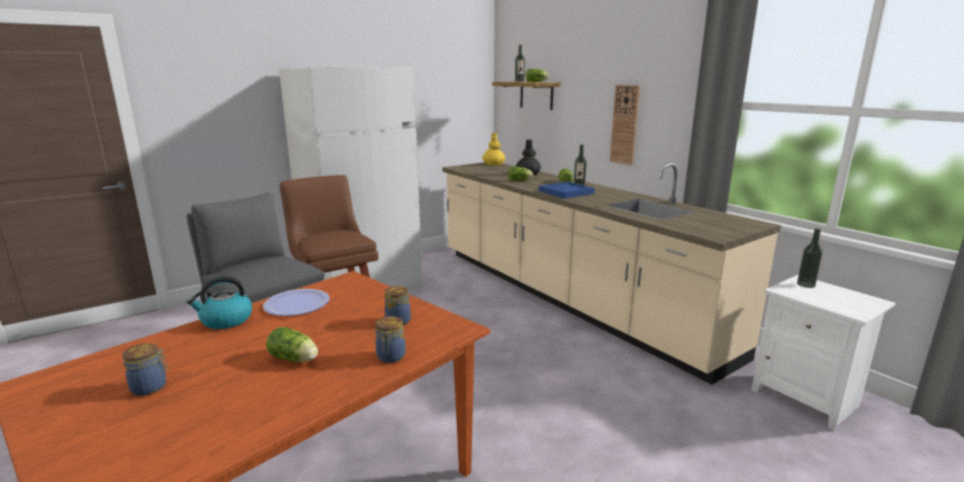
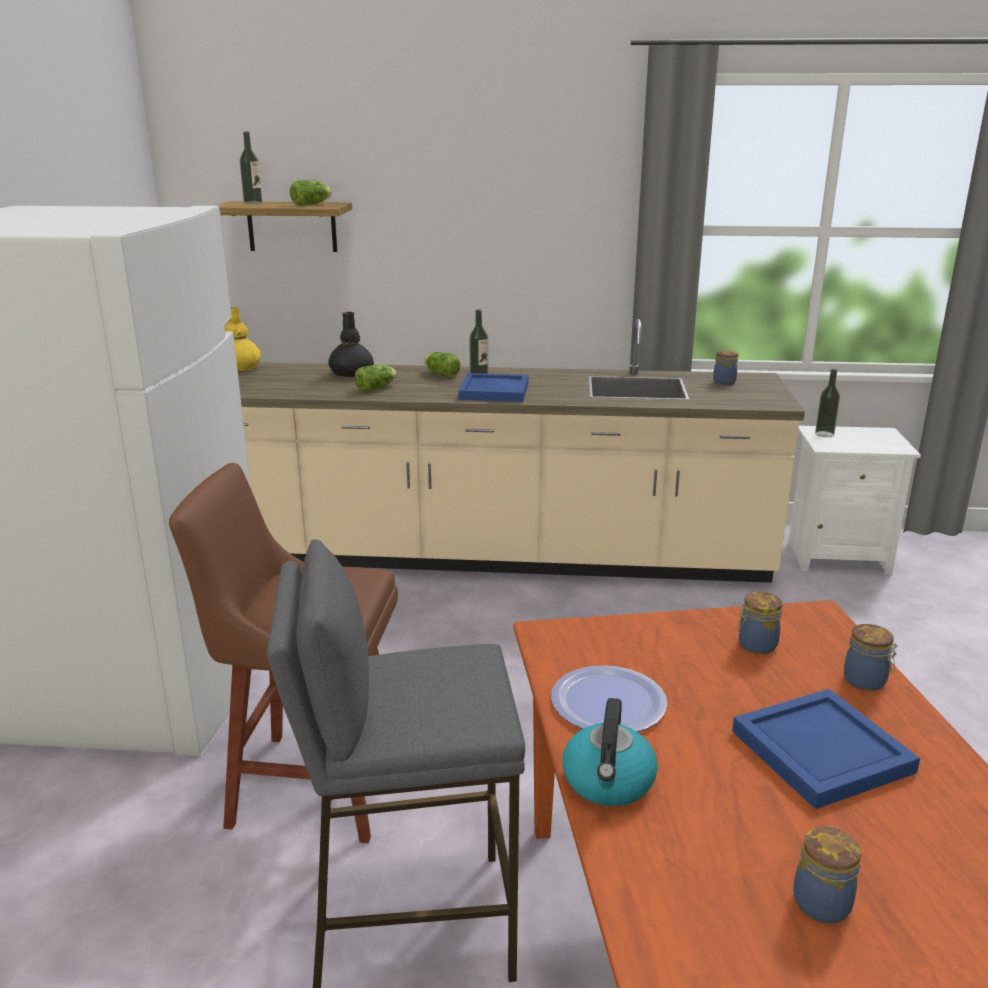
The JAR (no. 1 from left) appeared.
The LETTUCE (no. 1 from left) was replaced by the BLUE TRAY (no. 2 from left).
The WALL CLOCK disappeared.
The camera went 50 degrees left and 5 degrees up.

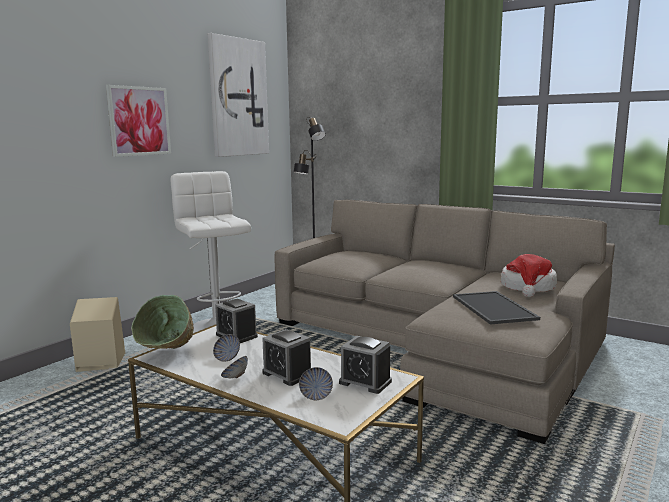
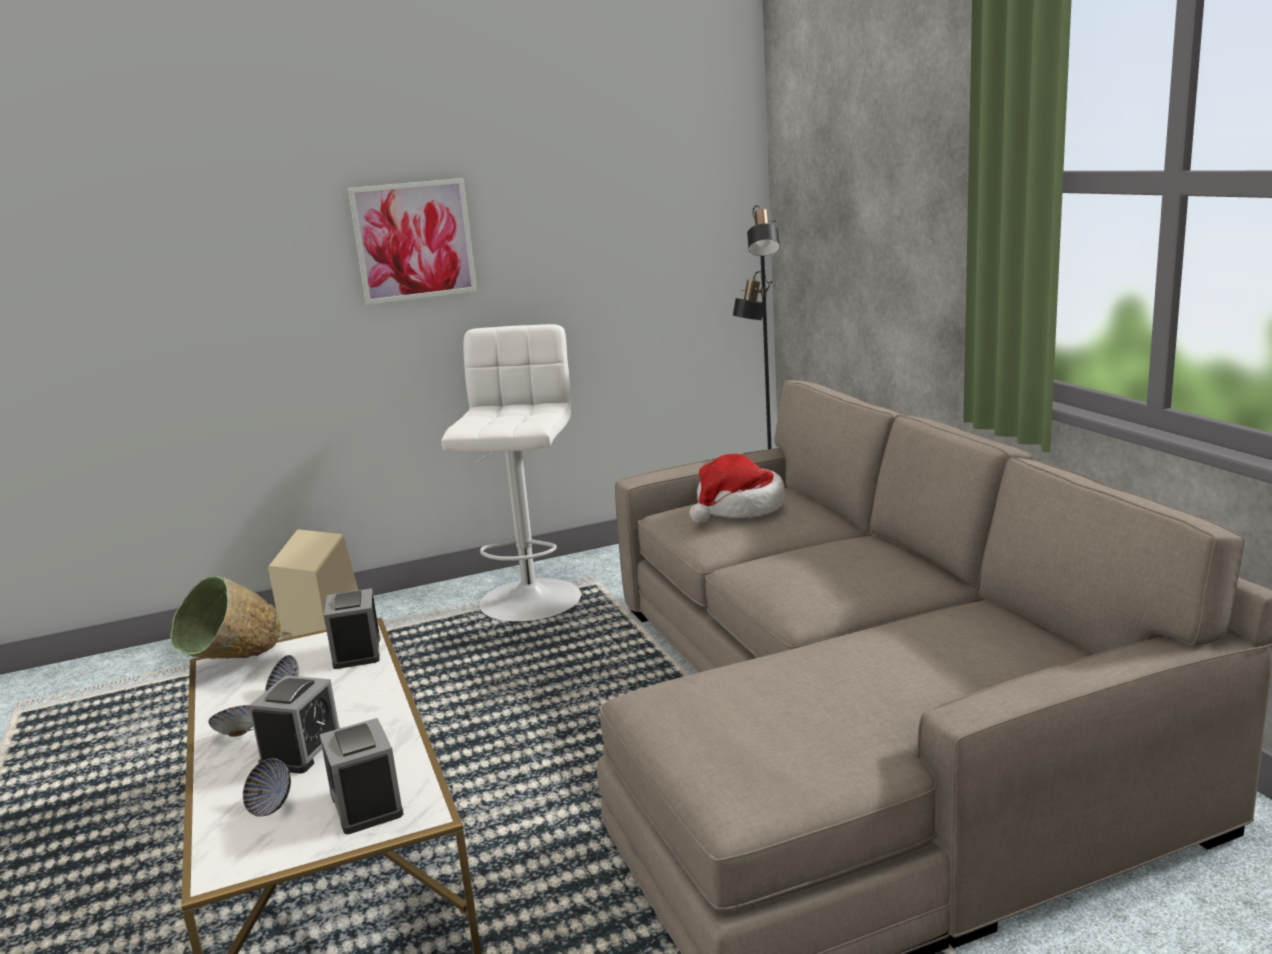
The ALARM CLOCK (no. 2 from left in the first image) turned 150 degrees counterclockwise.
The HAT moved.
The PICTURE (no. 2 from left) disappeared.
The TRAY disappeared.
The camera went 35 degrees right and 5 degrees up.

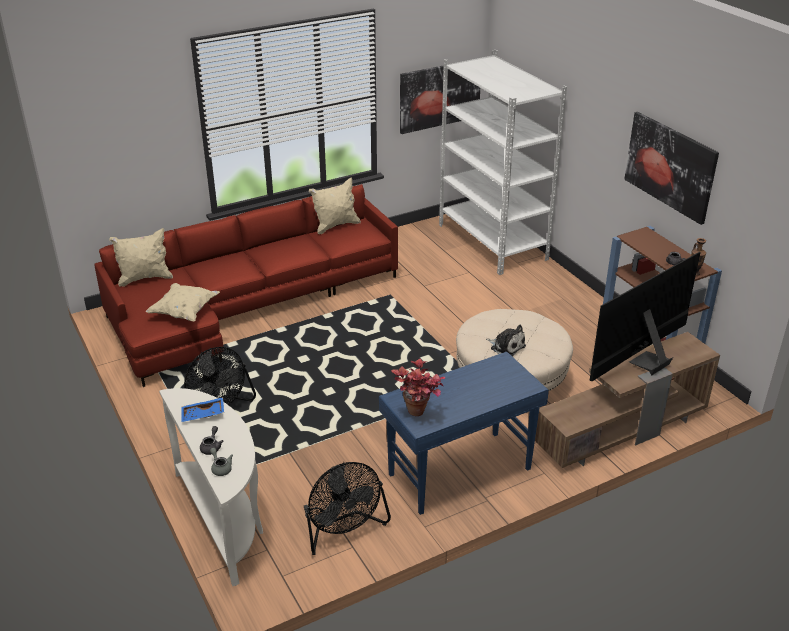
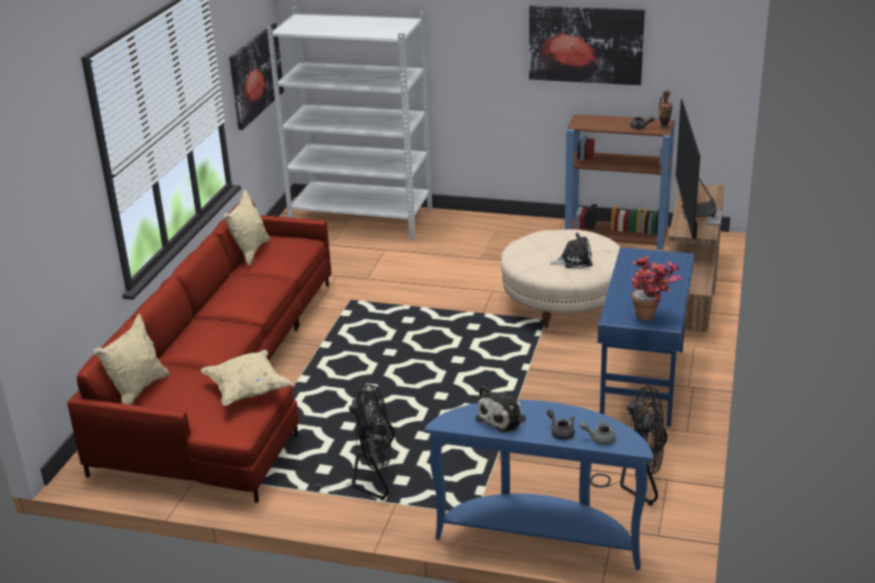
The WHITE CONSOLE TABLE became the BLUE CONSOLE TABLE (no. 1 from left).
The BLUE TRAY was replaced by the PLUSH TOY (no. 1 from left).
The camera went 45 degrees left and 5 degrees down.

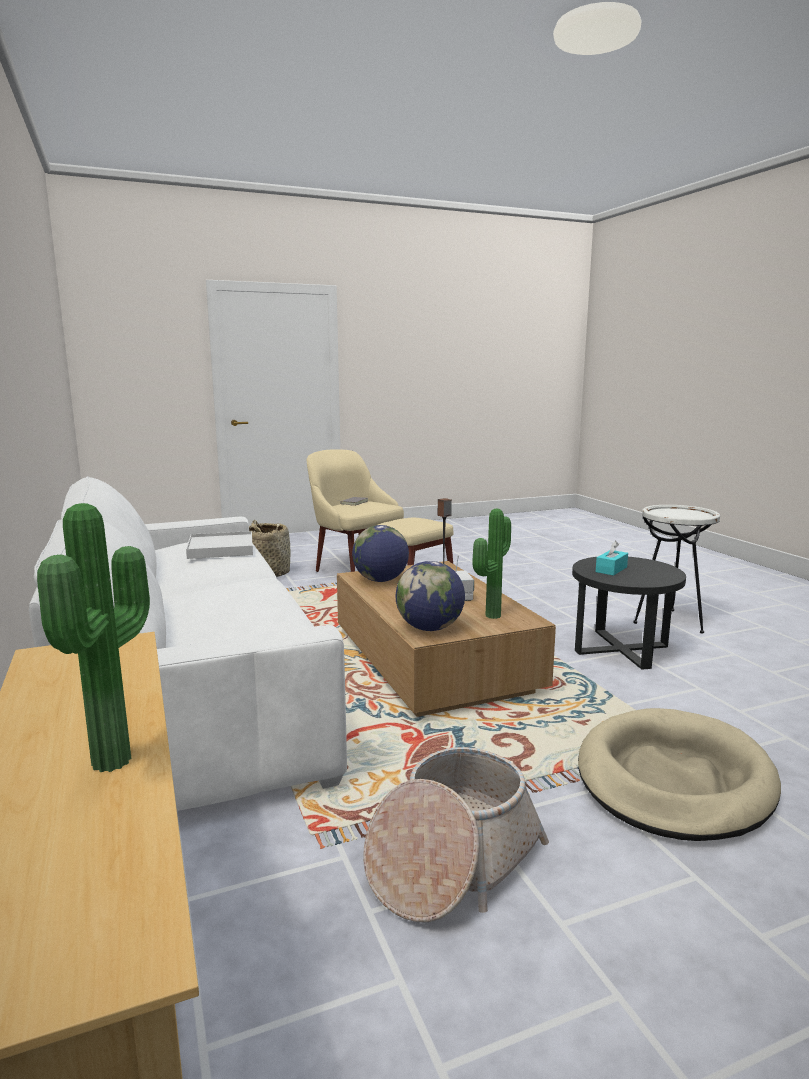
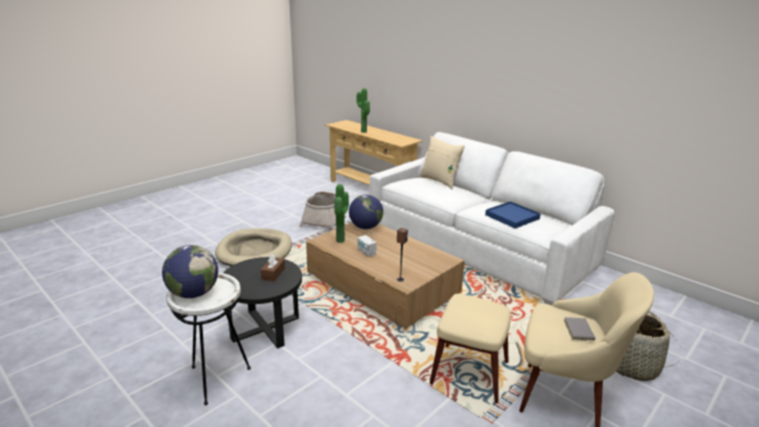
The GLOBE (no. 1 from left) moved.
The TURQUOISE TISSUE BOX became the BROWN TISSUE BOX.
The BEIGE PILLOW appeared.
The WHITE TRAY became the BLUE TRAY.
The camera went 155 degrees right and 10 degrees up.

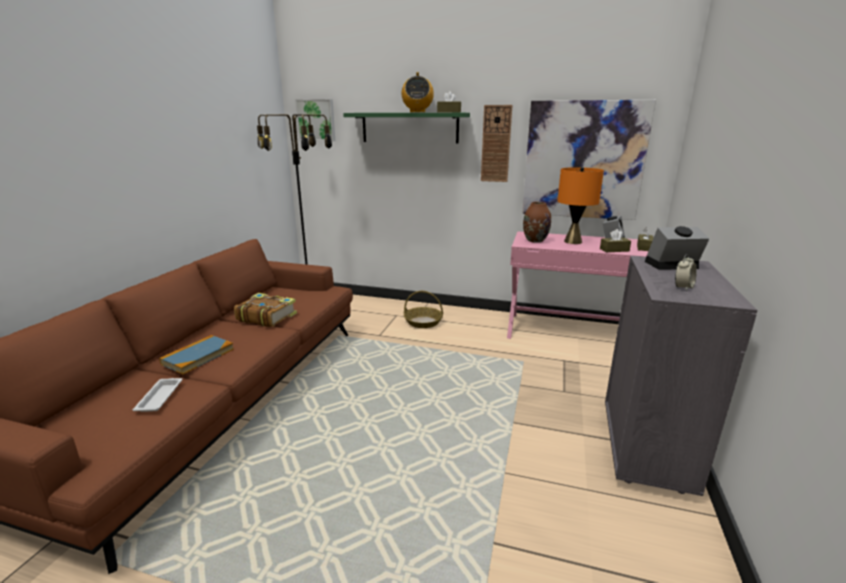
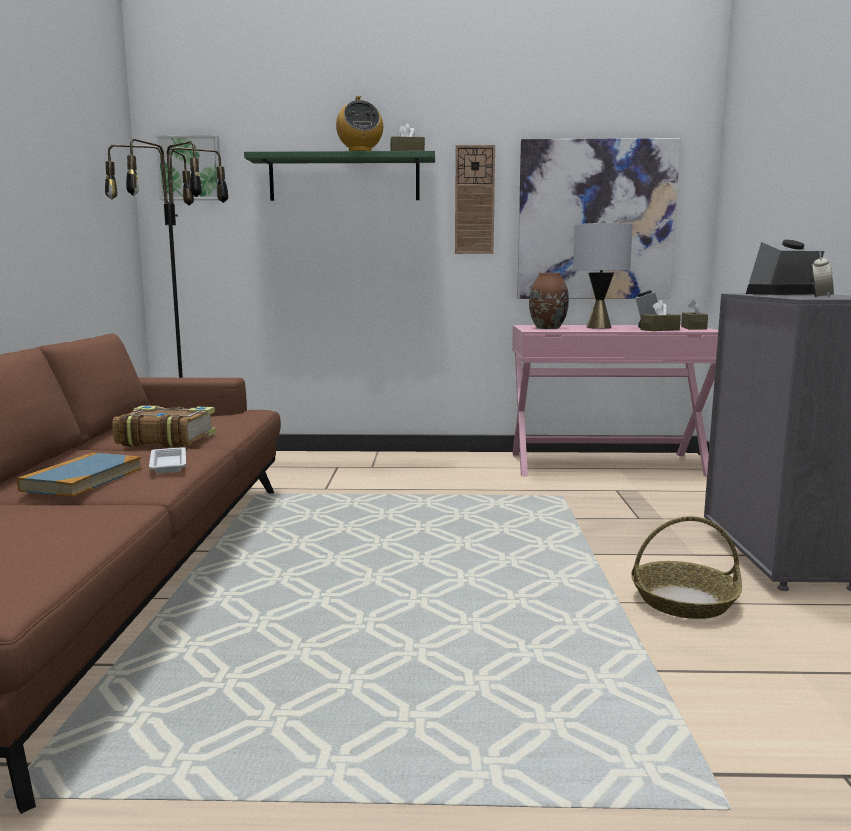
The WHITE TRAY moved.
The ORANGE TABLE LAMP became the GREY TABLE LAMP.
The BASKET moved.
The camera went 15 degrees left and 10 degrees down.

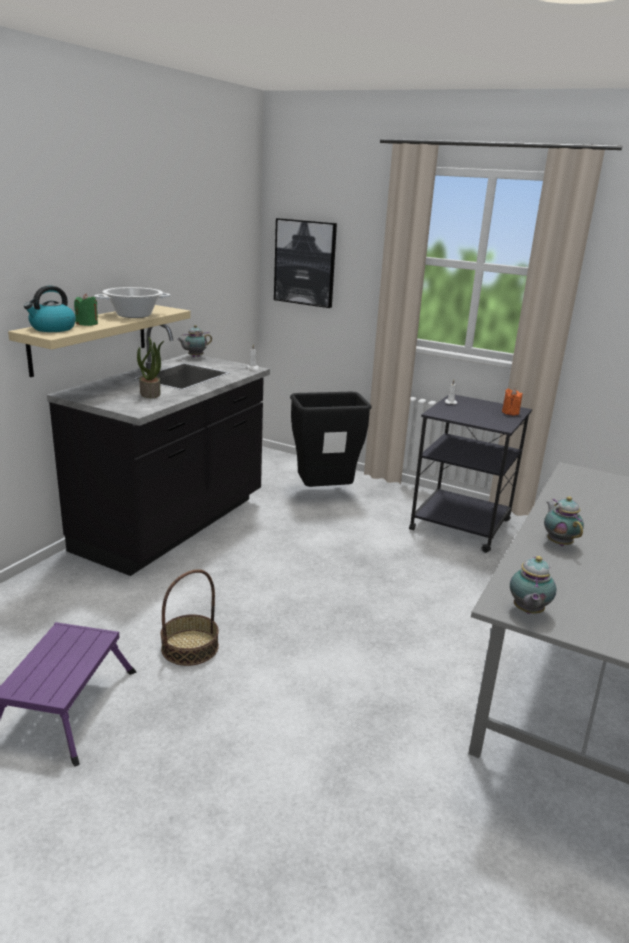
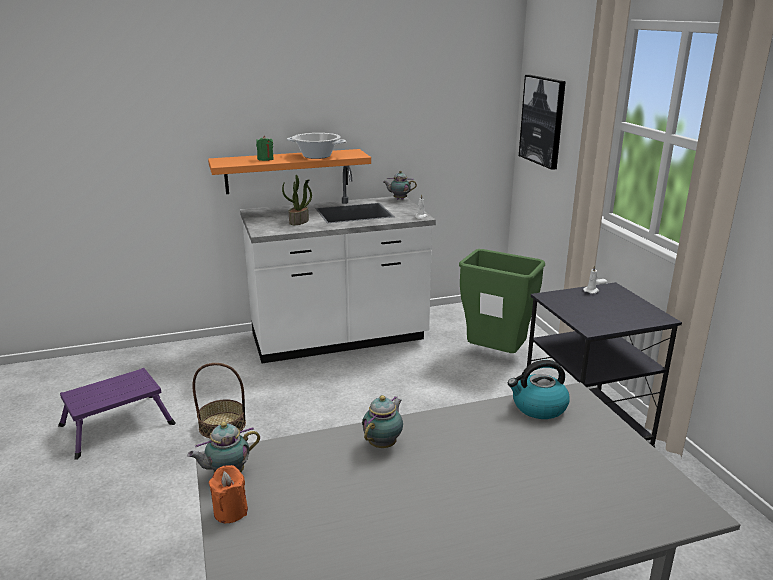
The BEIGE SHELF became the ORANGE SHELF.
The ORANGE CANDLE moved.
The BLACK COUNTER became the WHITE COUNTER.
The BLACK TRASH CAN became the GREEN TRASH CAN.
The KETTLE moved.
The camera went 45 degrees right and 0 degrees up.

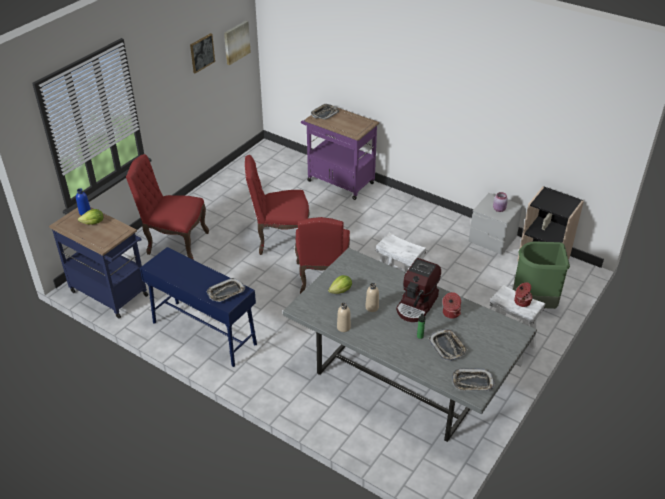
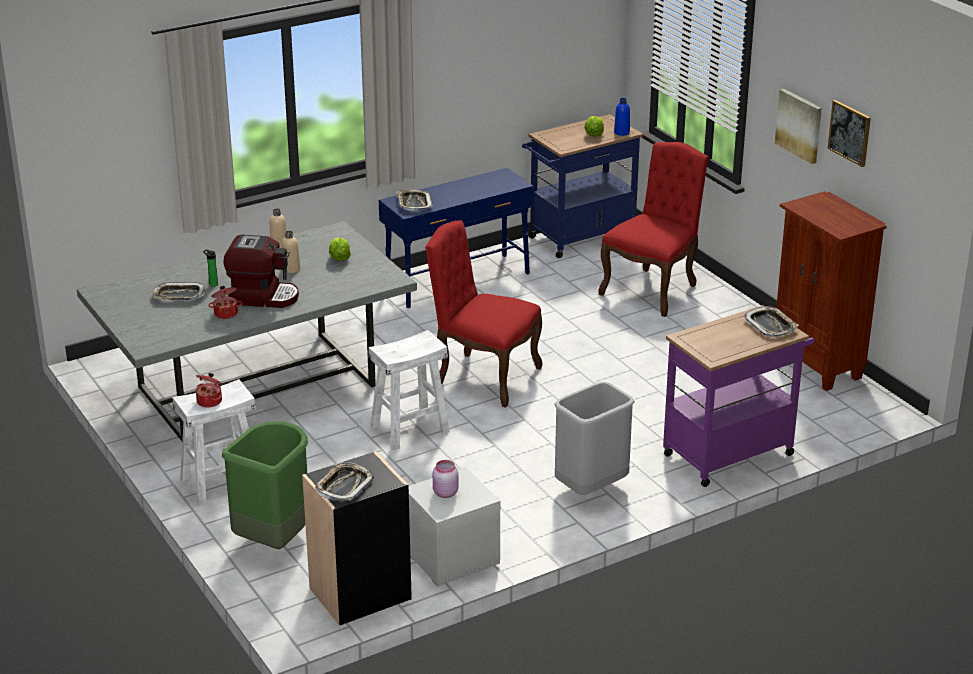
The COFFEE MACHINE turned 135 degrees clockwise.
The TRAY (no. 4 from left in the first image) moved.
The GREY TRASH CAN appeared.
The PICTURE (no. 2 from left in the first image) moved.
The BROWN CABINET appeared.
The RED CHAIR (no. 2 from left) disappeared.
The camera went 115 degrees right and 10 degrees down.

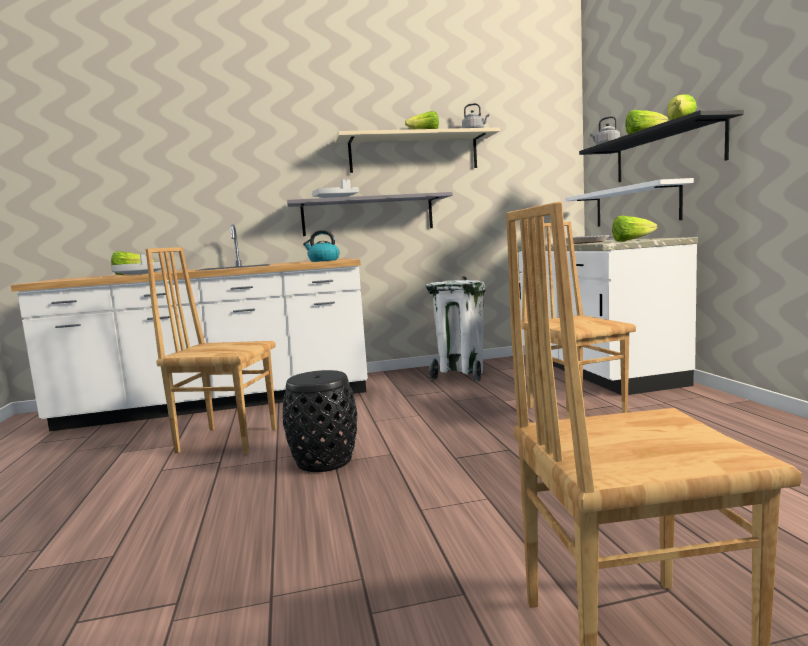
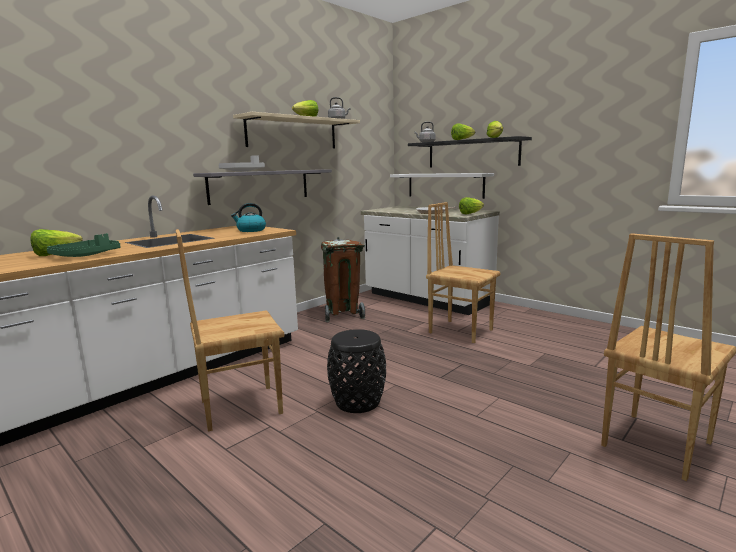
The GREY TRAY (no. 1 from left) became the GREEN TRAY.
The WHITE TRASH CAN became the BROWN TRASH CAN.
The camera went 35 degrees left and 5 degrees up.

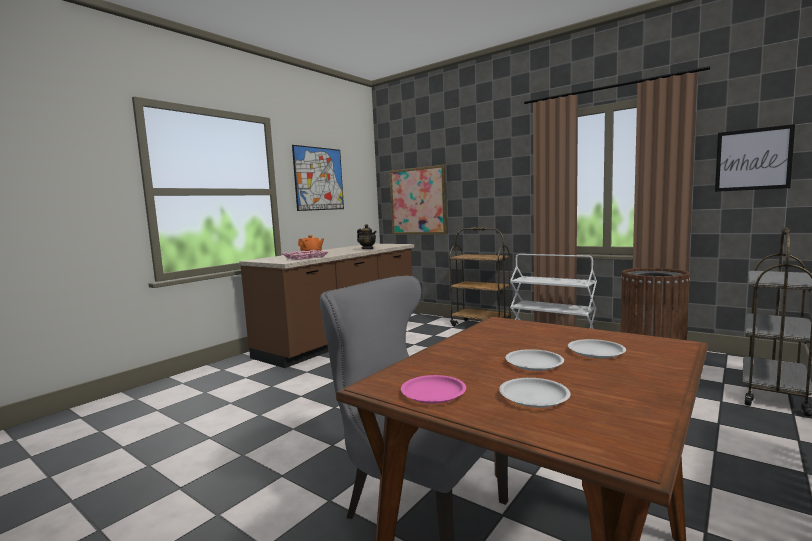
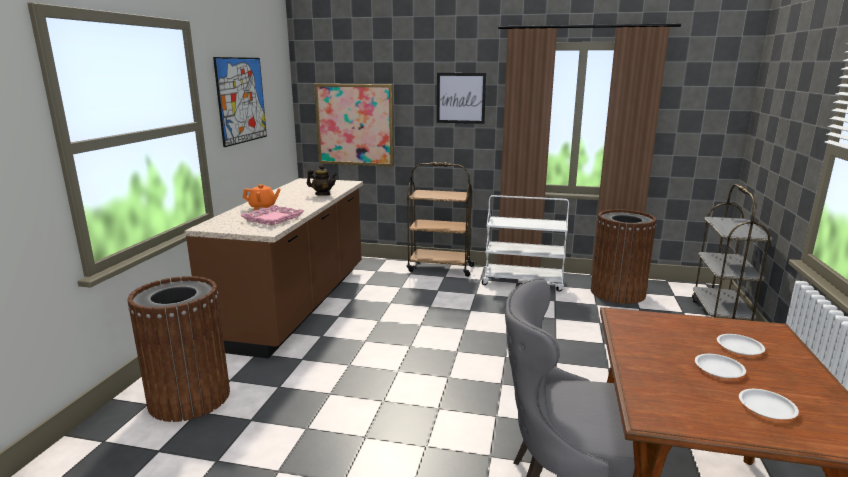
The BROWN TRASH CAN (no. 1 from left) appeared.
The PICTURE (no. 3 from left) moved.
The PINK PLATE disappeared.
The camera went 25 degrees left and 10 degrees up.

